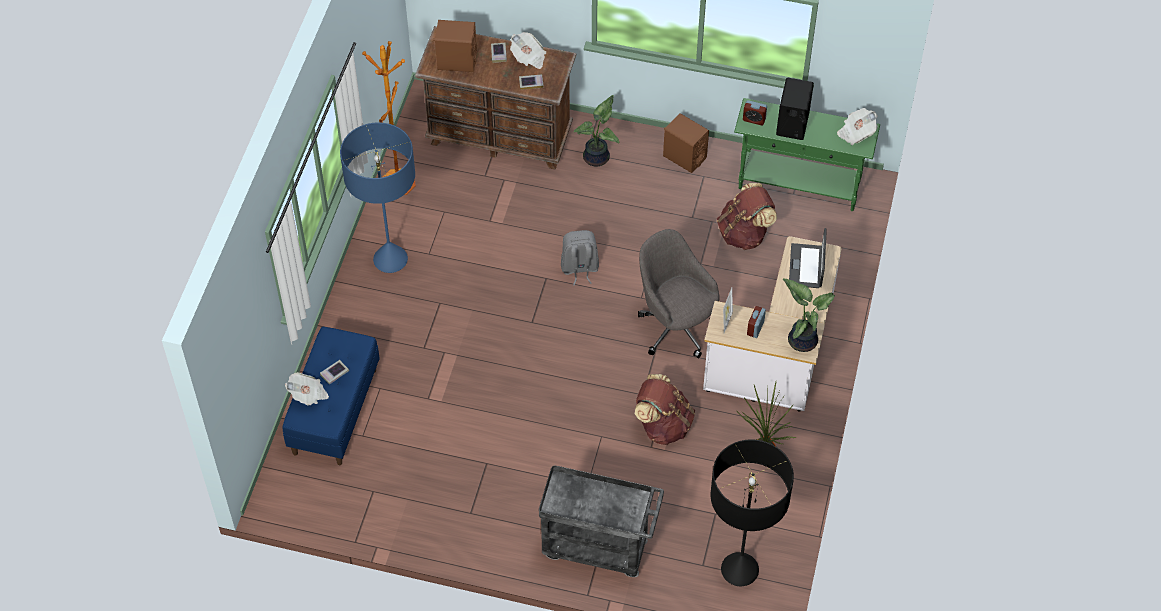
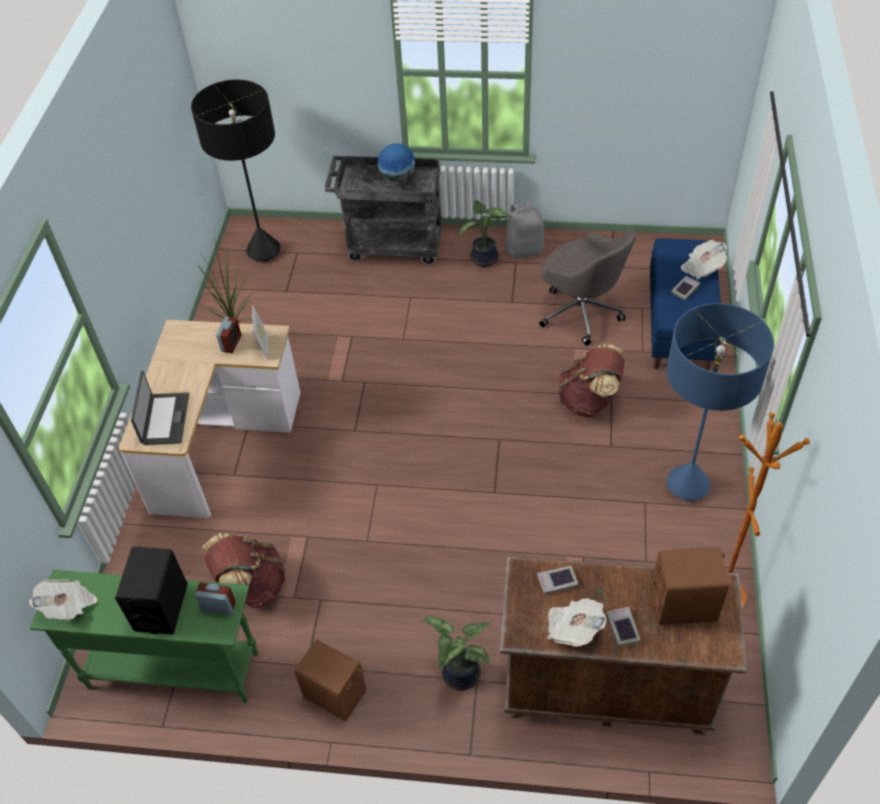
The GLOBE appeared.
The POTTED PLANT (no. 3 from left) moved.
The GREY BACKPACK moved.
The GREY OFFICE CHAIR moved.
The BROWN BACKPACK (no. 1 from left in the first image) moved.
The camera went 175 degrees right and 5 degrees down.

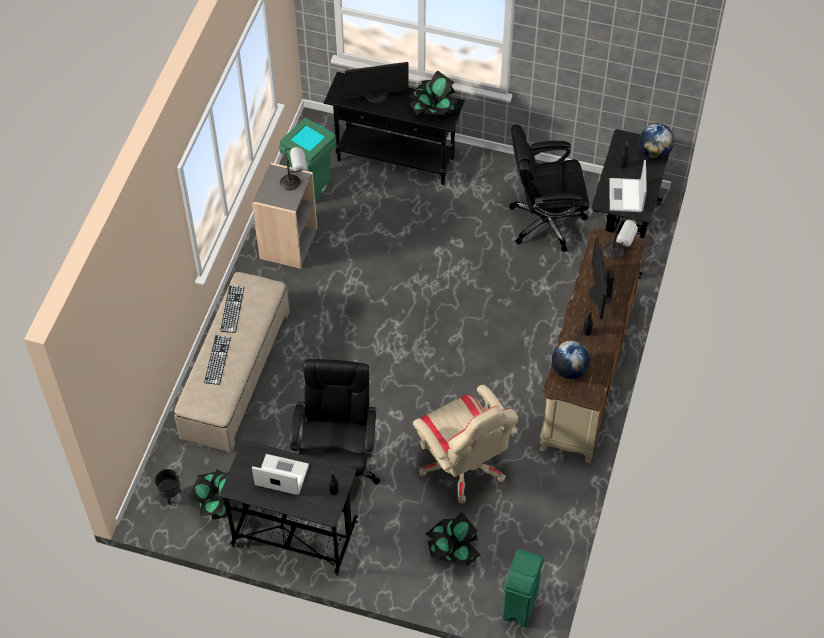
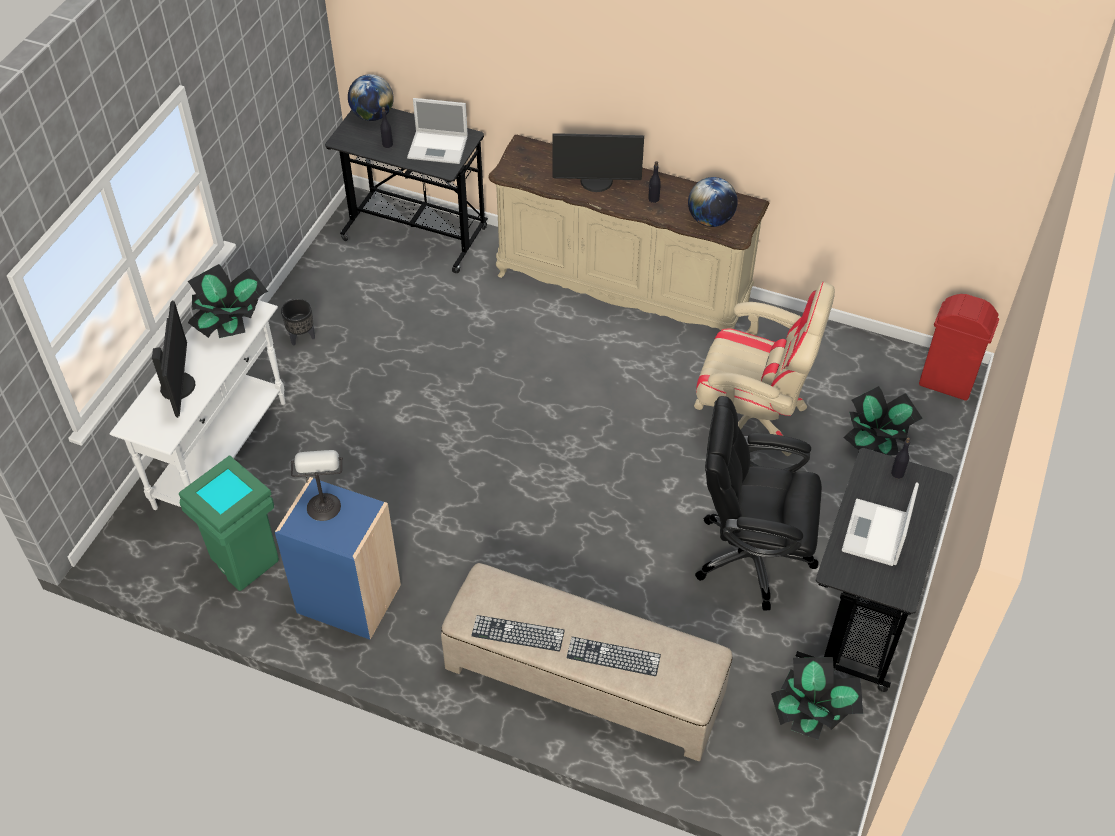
The BLACK CONSOLE TABLE became the WHITE CONSOLE TABLE.
The GREY BOOKCASE became the BLUE BOOKCASE.
The BLACK PLANTER moved.
The BEIGE OFFICE CHAIR turned 45 degrees clockwise.
The GREEN TRASH CAN (no. 2 from left) became the RED TRASH CAN.
The BLACK OFFICE CHAIR (no. 2 from left) disappeared.
The TABLE LAMP (no. 2 from left) disappeared.
The camera went 85 degrees left and 5 degrees down.

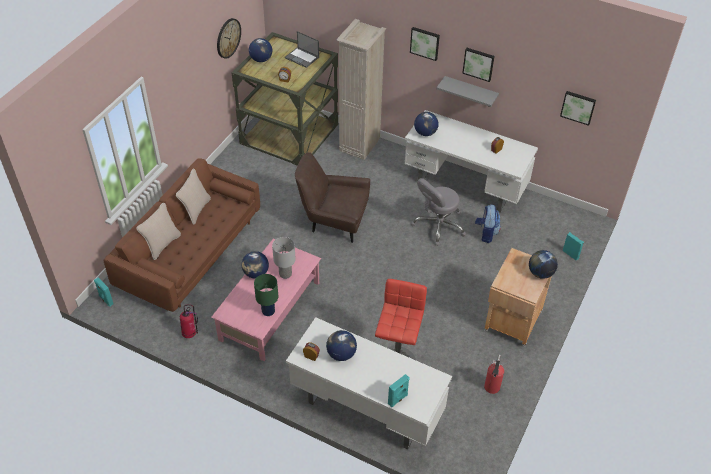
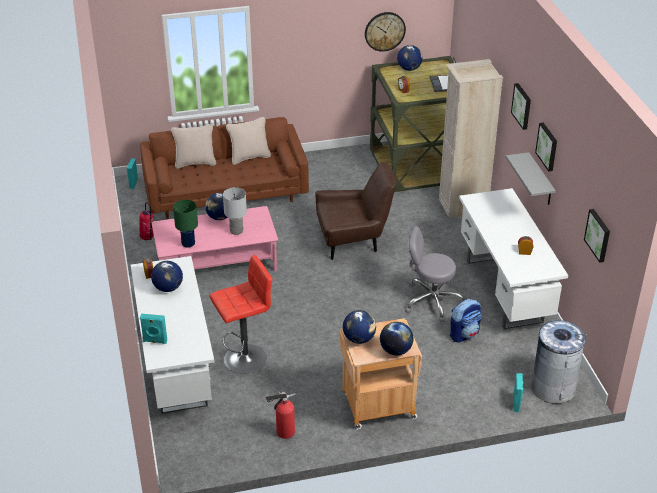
The BROWN ARMCHAIR turned 105 degrees clockwise.
The GLOBE (no. 4 from left in the first image) moved.
The GREY TRASH CAN appeared.
The camera went 50 degrees right and 10 degrees down.

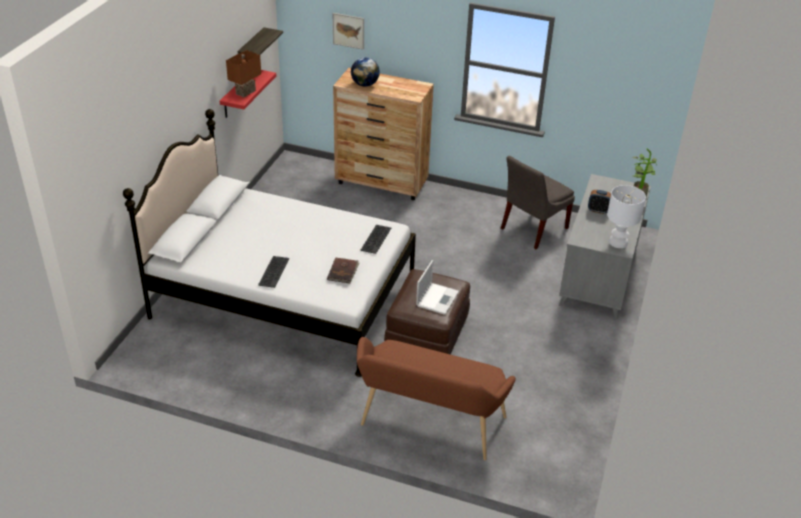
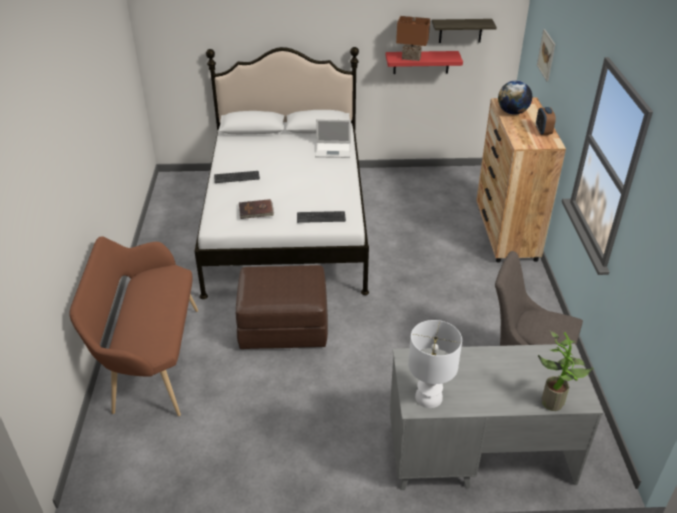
The LAPTOP moved.
The ALARM CLOCK moved.
The camera went 70 degrees right and 0 degrees up.

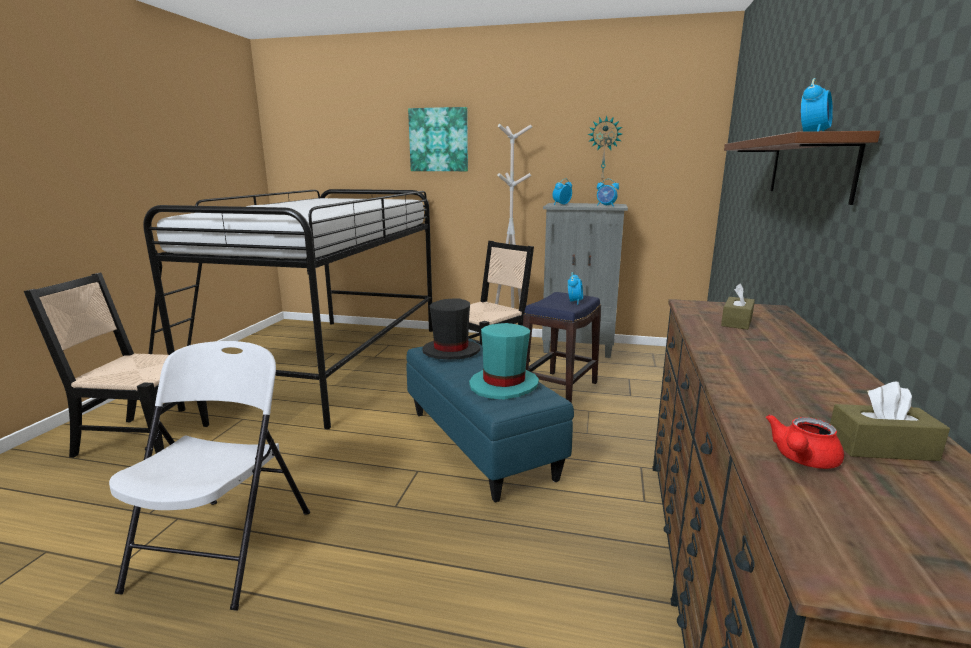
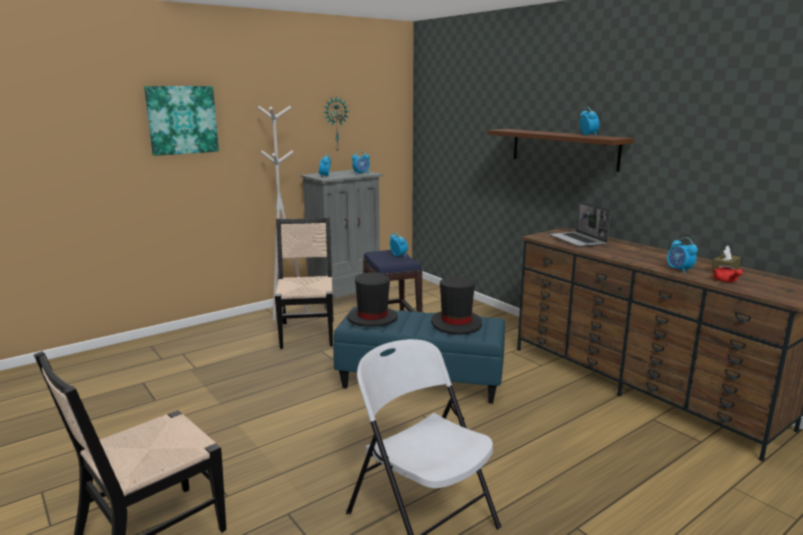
The TURQUOISE HAT became the BLACK HAT (no. 2 from left).
The BROWN TISSUE BOX (no. 1 from left) was replaced by the LAPTOP.
The ALARM CLOCK (no. 5 from left) appeared.
The BLACK BED disappeared.
The camera went 50 degrees left and 0 degrees up.

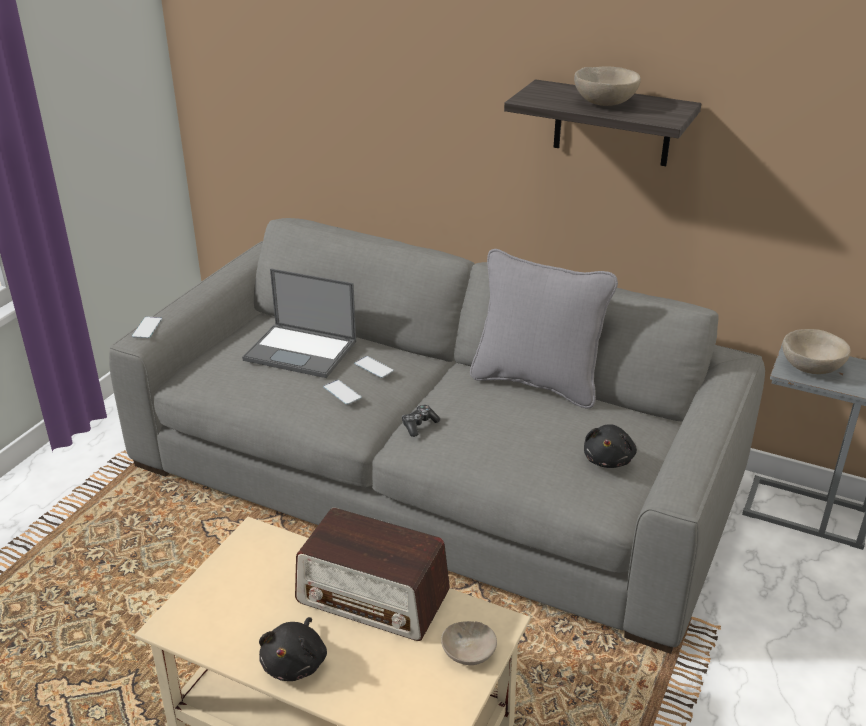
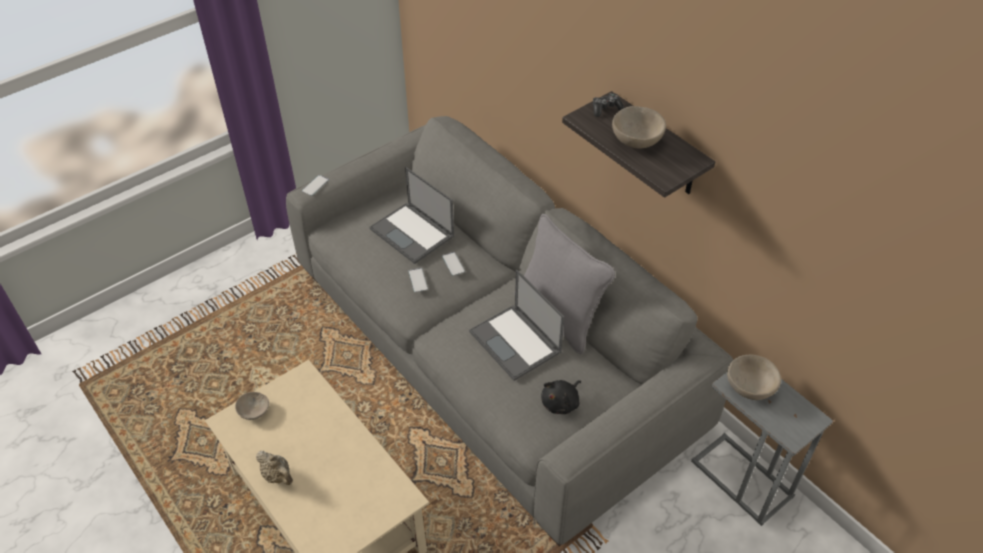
The BEIGE BOWL (no. 1 from left) moved.
The BLACK PLUSH TOY (no. 1 from left) was replaced by the BEIGE TEAPOT.
The LAPTOP (no. 2 from left) appeared.
The GAME CONTROLLER moved.
The RADIO disappeared.
The camera went 25 degrees right and 15 degrees up.

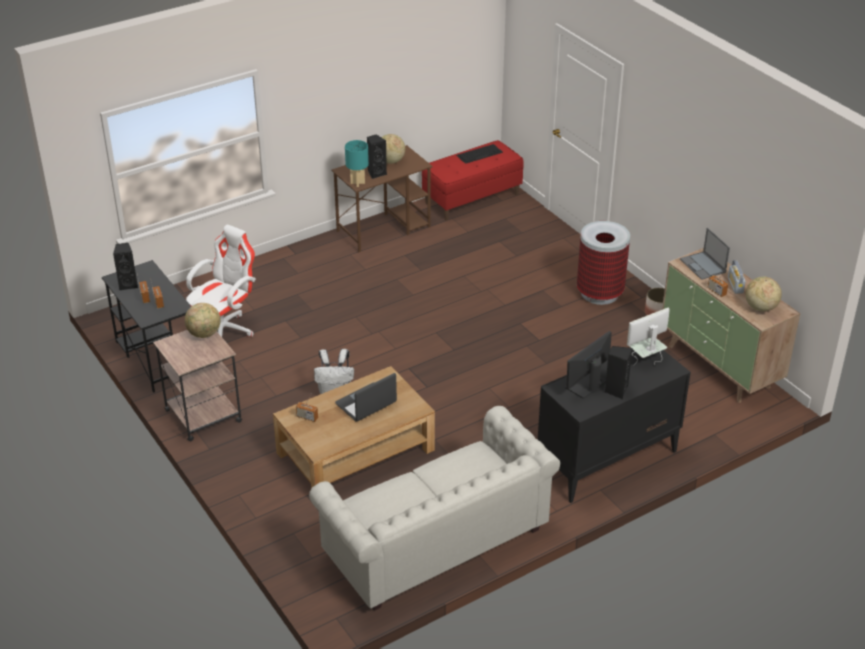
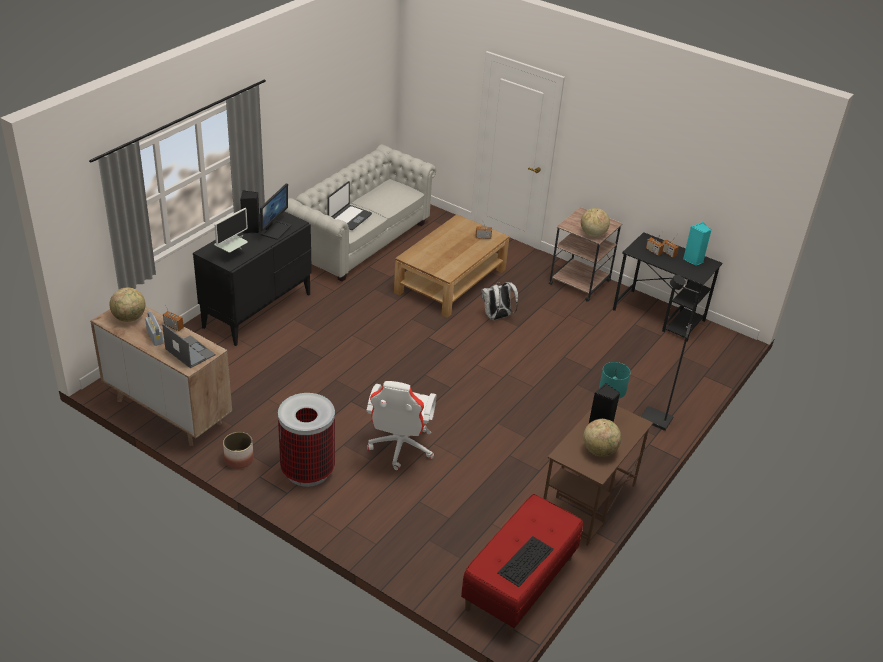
The LAPTOP (no. 1 from left in the first image) moved.
The WHITE OFFICE CHAIR moved.
The BLACK FLOOR LAMP appeared.
The BLACK SPEAKER (no. 1 from left) became the TURQUOISE SPEAKER.
The camera went 155 degrees right and 0 degrees up.

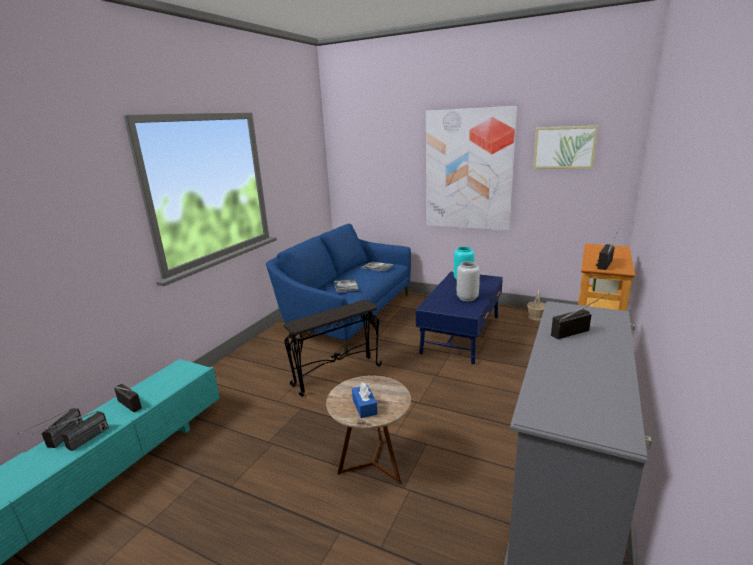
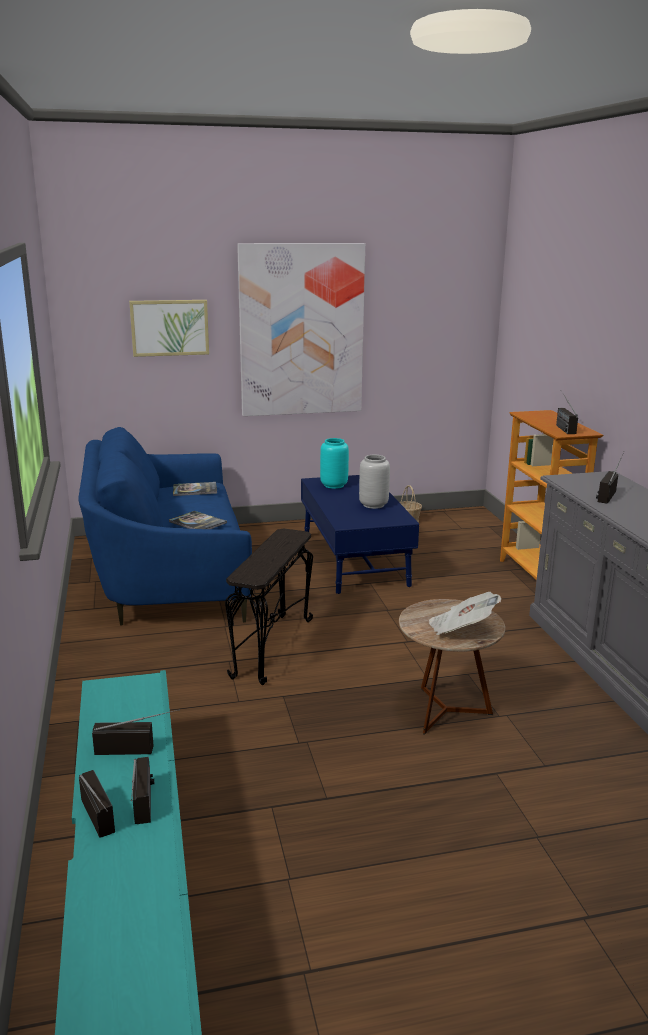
The PICTURE (no. 2 from left in the first image) moved.
The BLUE TISSUE BOX was replaced by the NEWSPAPER.
The camera went 40 degrees left and 0 degrees up.

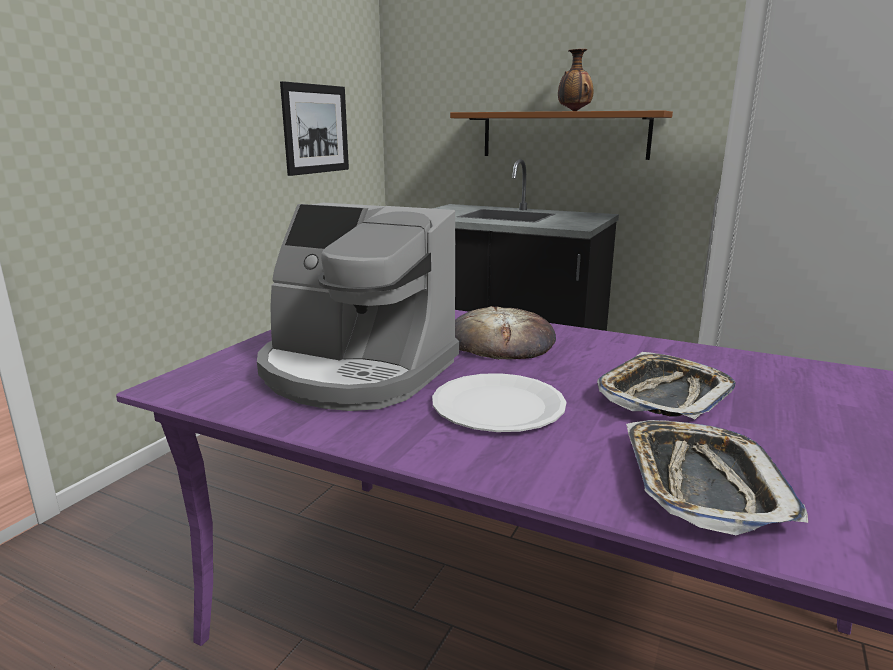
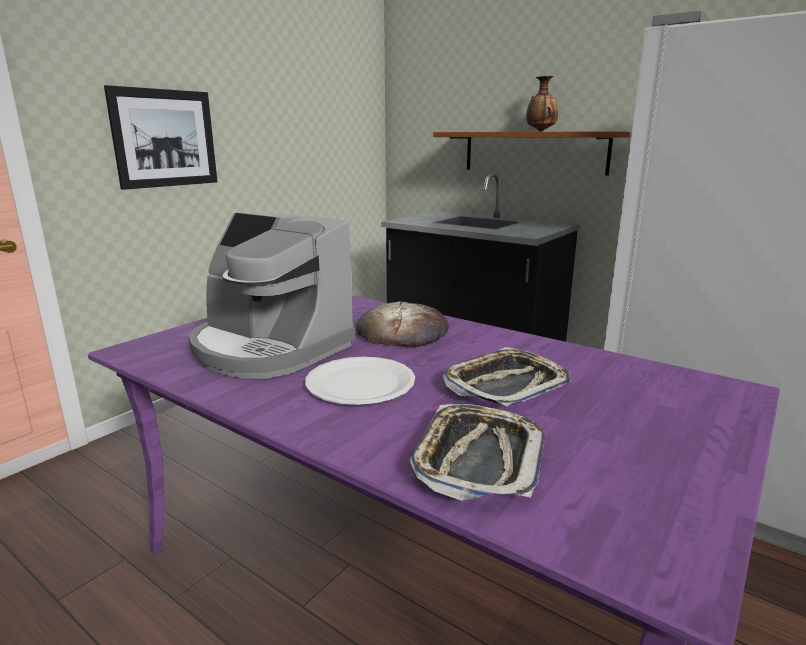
The PICTURE moved.
The camera went 10 degrees right and 0 degrees up.

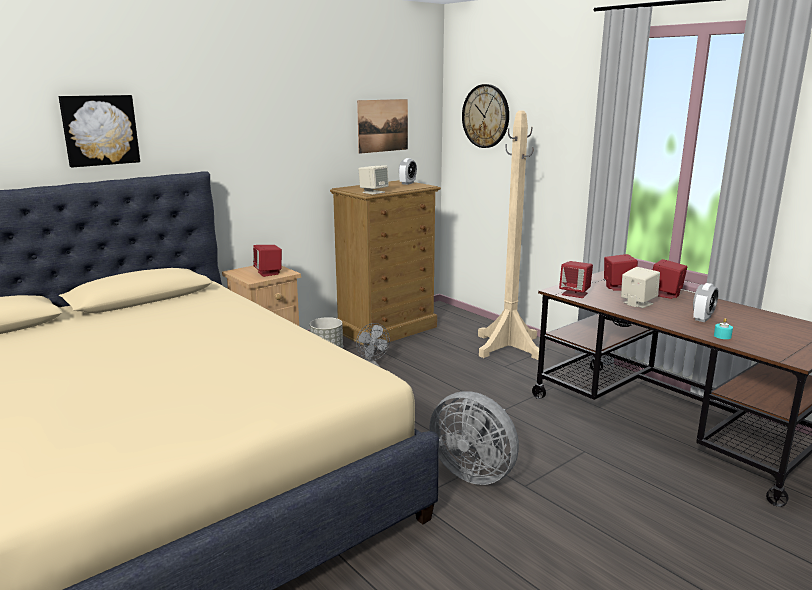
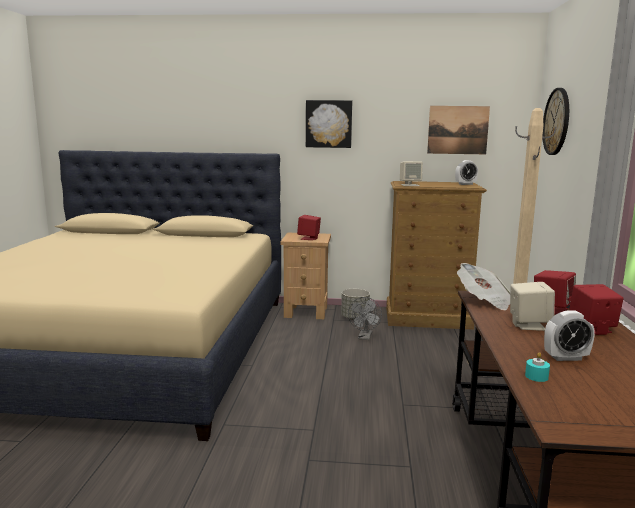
The PICTURE (no. 1 from left) moved.
The RED SPEAKER (no. 2 from left) was replaced by the NEWSPAPER.
The GREY FAN (no. 2 from left) disappeared.
The camera went 45 degrees right and 5 degrees down.

